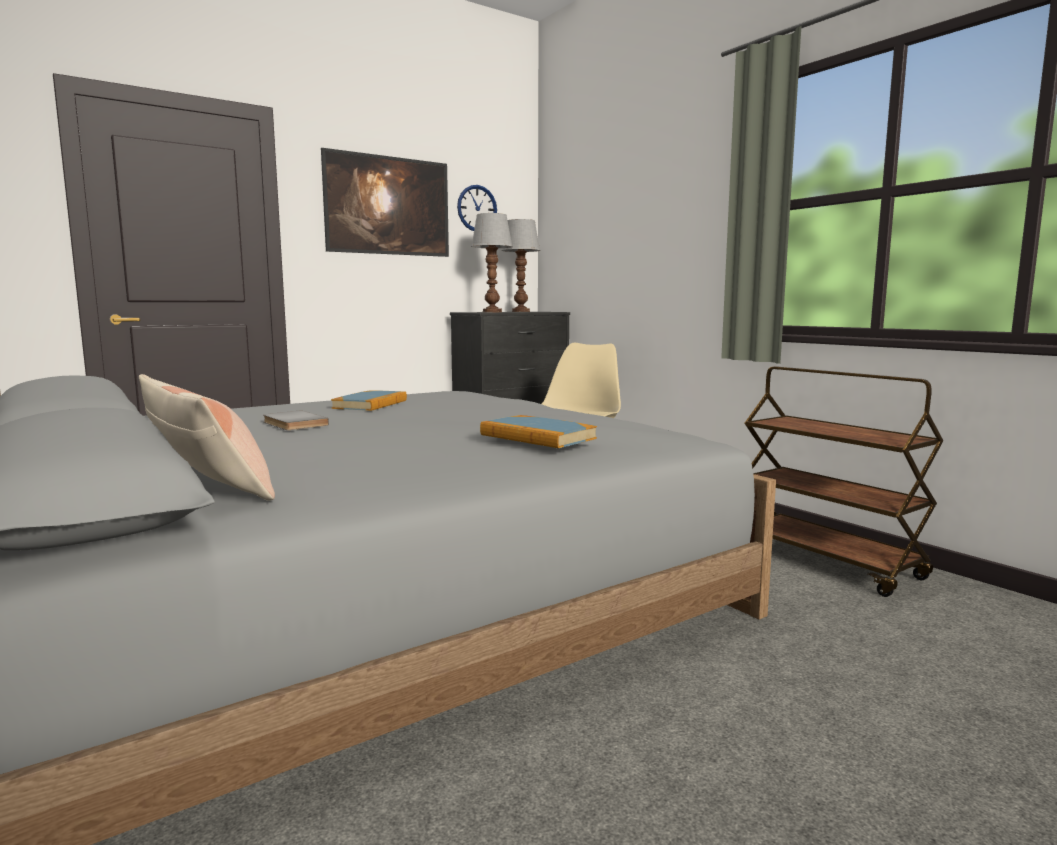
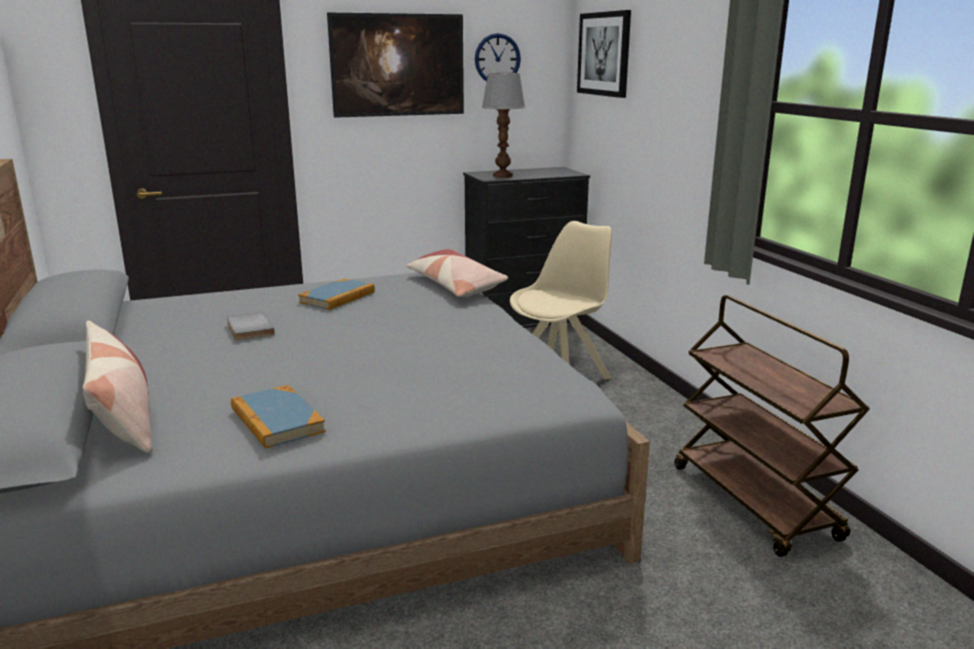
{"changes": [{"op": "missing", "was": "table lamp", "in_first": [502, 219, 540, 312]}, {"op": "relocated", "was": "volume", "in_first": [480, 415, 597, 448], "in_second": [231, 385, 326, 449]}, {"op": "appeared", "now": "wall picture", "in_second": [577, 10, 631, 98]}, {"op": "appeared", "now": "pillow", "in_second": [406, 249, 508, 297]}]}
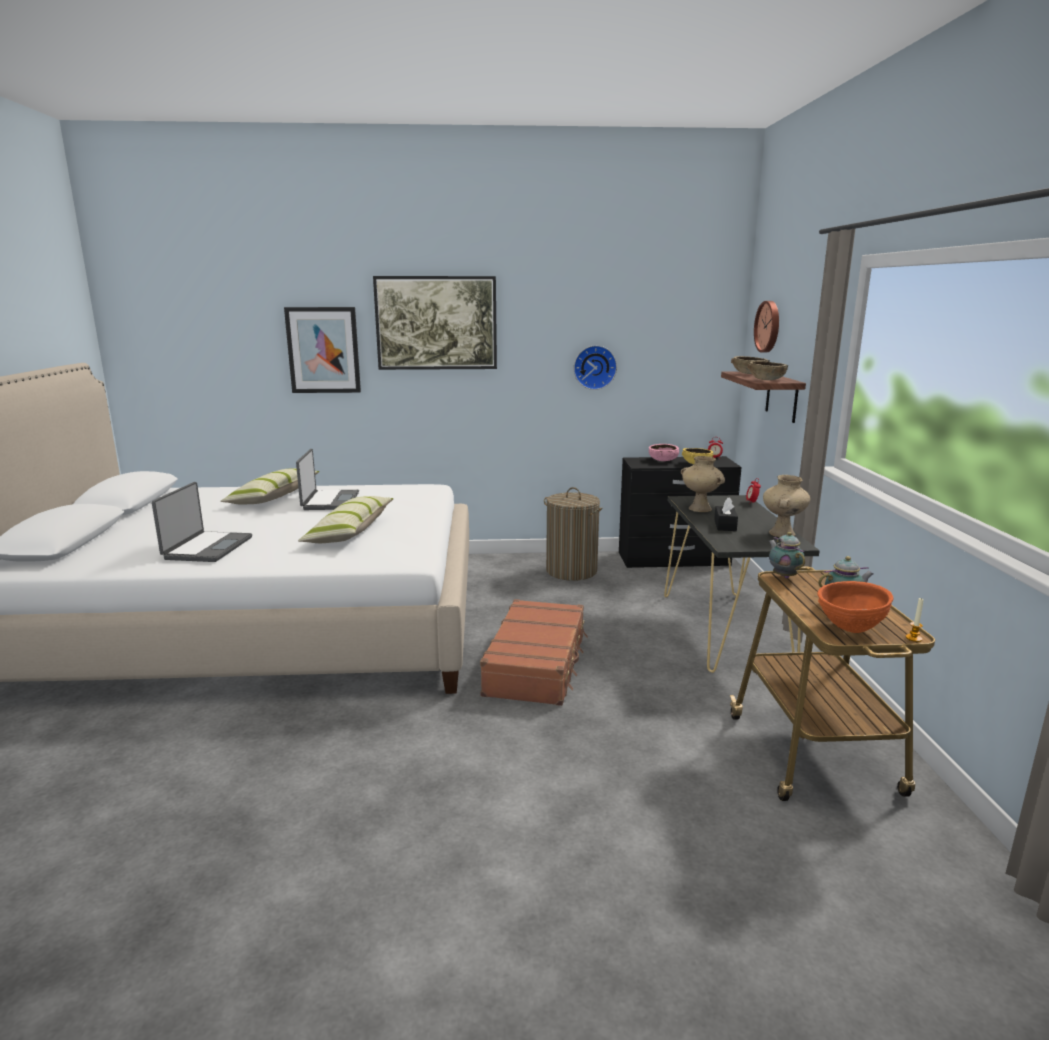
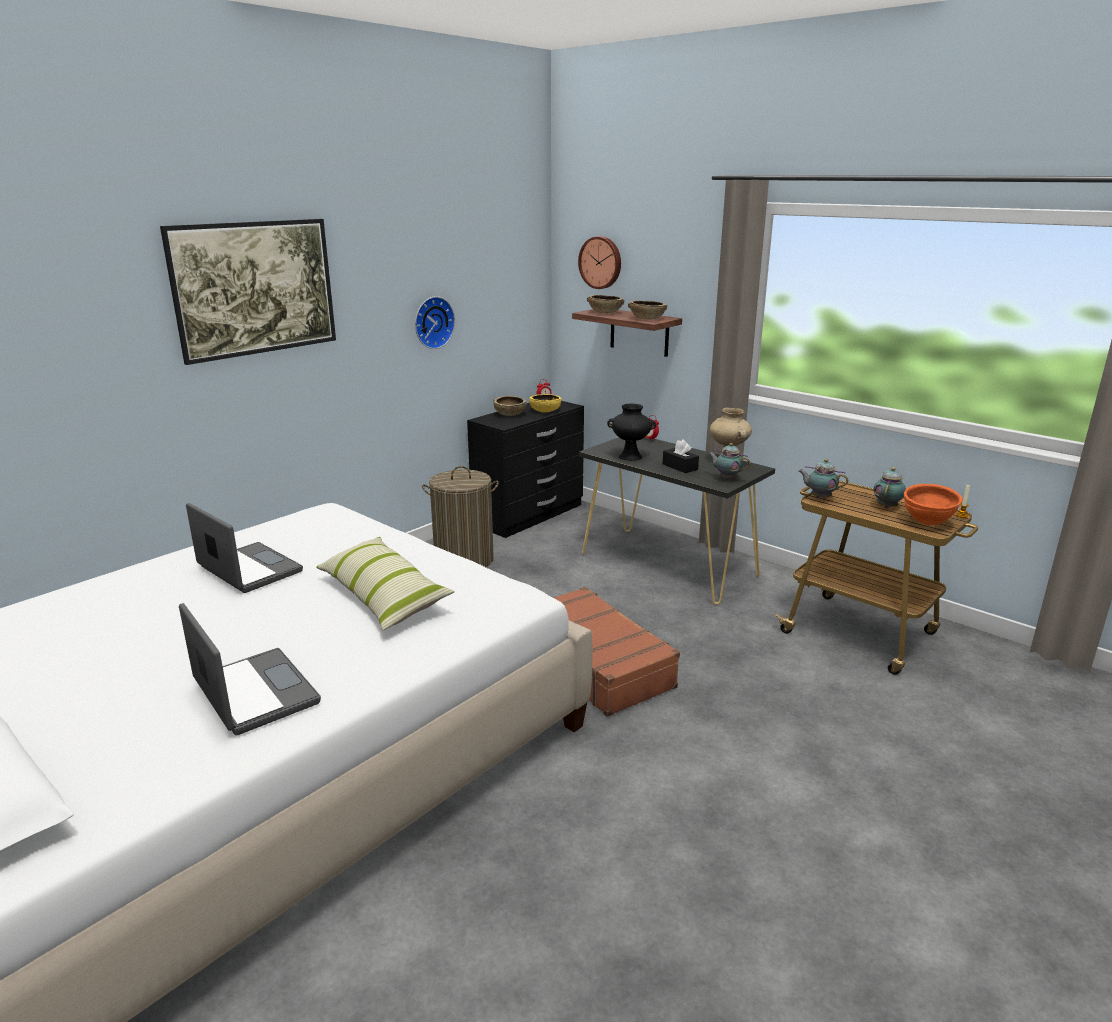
{"changes": [{"op": "missing", "was": "wall picture", "in_first": [284, 307, 361, 393]}, {"op": "colour", "was": "pinkish deep dish", "now": "brown deep dish", "in_first": [649, 444, 679, 461], "in_second": [494, 396, 527, 416]}, {"op": "colour", "was": "sand-coloured decorative vase", "now": "blackish decorative vase", "in_first": [681, 456, 725, 512], "in_second": [607, 404, 656, 461]}, {"op": "missing", "was": "pillow", "in_first": [220, 468, 320, 505]}, {"op": "appeared", "now": "tea pot", "in_second": [708, 443, 751, 480]}]}
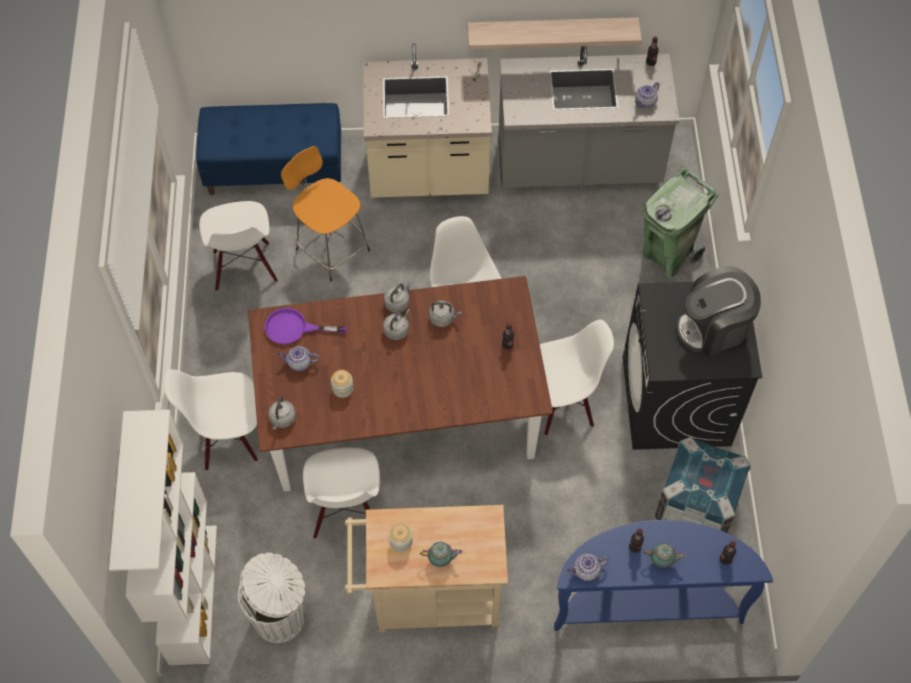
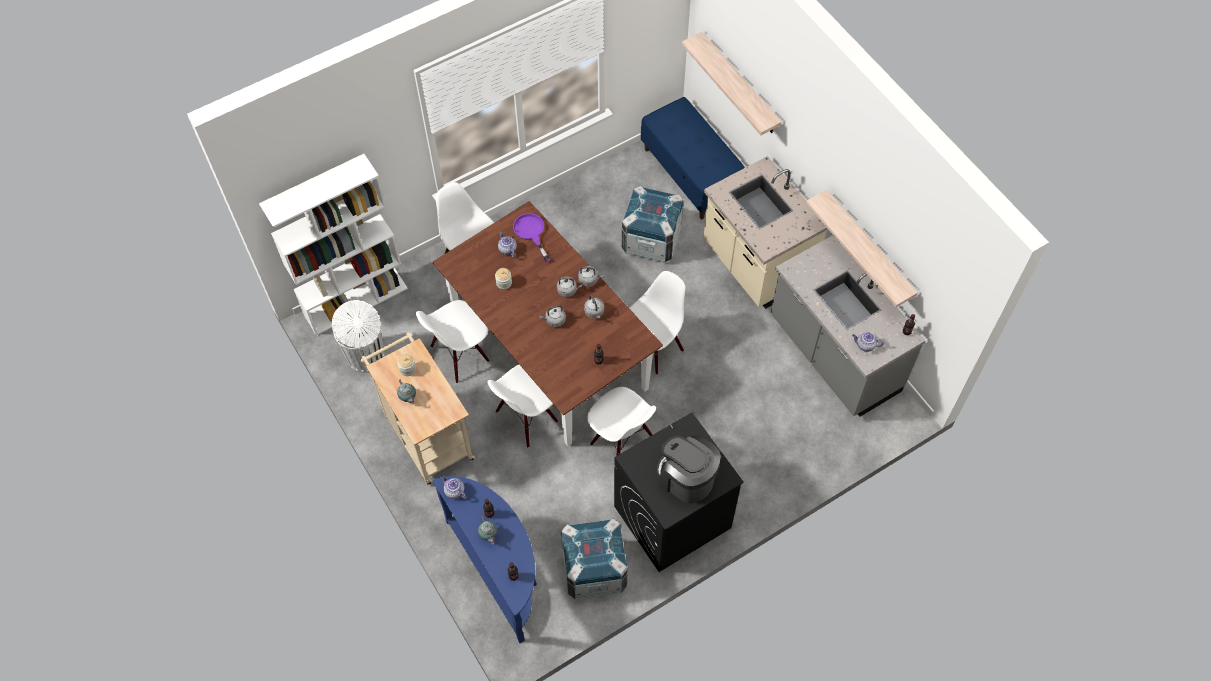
{"changes": [{"op": "exchanged", "was": "orange stool seat", "now": "packing crate", "in_first": [281, 146, 370, 281], "in_second": [622, 186, 684, 263]}, {"op": "missing", "was": "greenish trash can", "in_first": [643, 167, 719, 278]}, {"op": "relocated", "was": "white-coloured plain chair", "in_first": [199, 201, 278, 291], "in_second": [487, 365, 558, 448]}, {"op": "relocated", "was": "gray kettle", "in_first": [269, 396, 296, 429], "in_second": [539, 305, 566, 327]}, {"op": "appeared", "now": "bracket shelf", "in_second": [682, 32, 782, 135]}]}
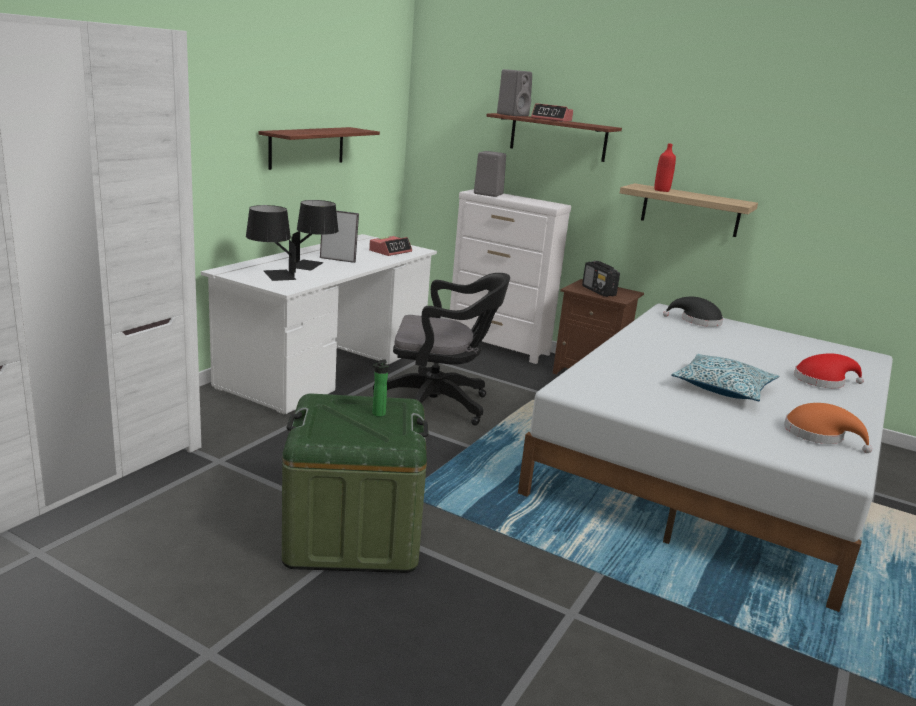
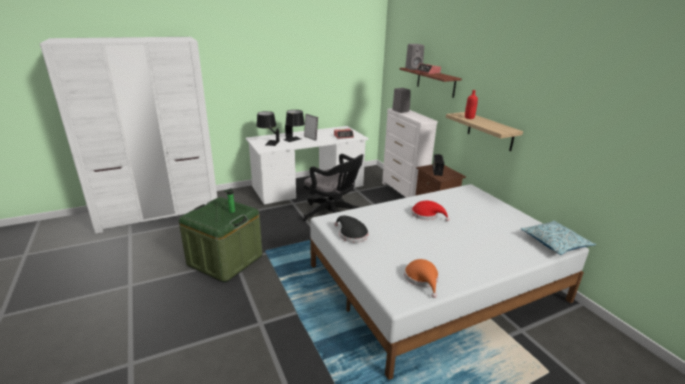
{"changes": [{"op": "missing", "was": "bracket shelf", "in_first": [258, 127, 380, 170]}, {"op": "relocated", "was": "blackish wearable hat", "in_first": [663, 297, 723, 327], "in_second": [334, 216, 368, 243]}, {"op": "relocated", "was": "reddish wearable hat", "in_first": [794, 353, 864, 389], "in_second": [411, 201, 449, 222]}, {"op": "relocated", "was": "pillow", "in_first": [671, 354, 779, 401], "in_second": [521, 221, 596, 255]}]}
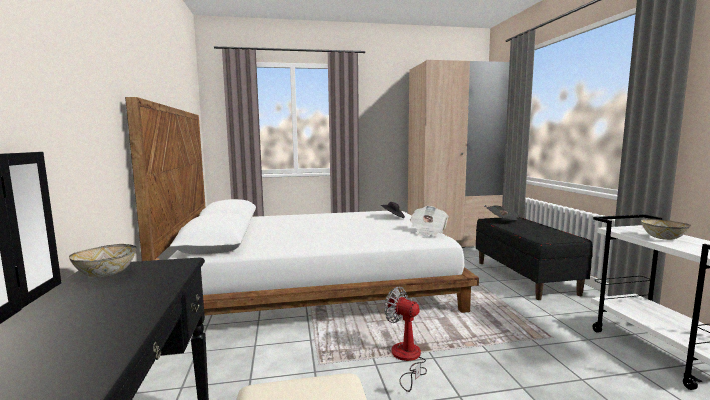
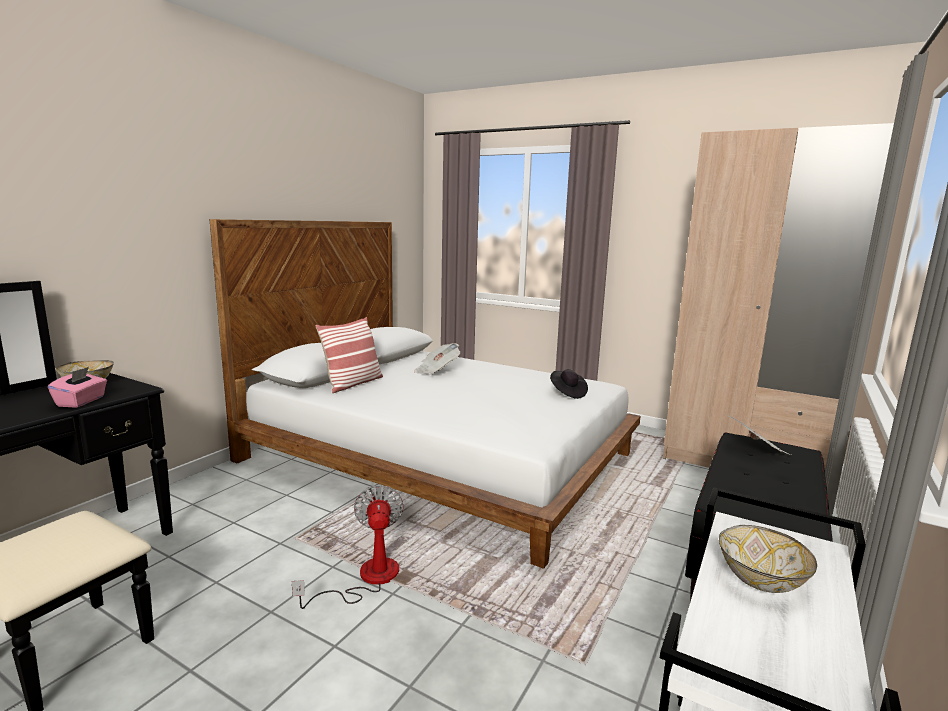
{"changes": [{"op": "relocated", "was": "daily paper", "in_first": [410, 206, 449, 236], "in_second": [414, 343, 460, 374]}, {"op": "appeared", "now": "pillow", "in_second": [316, 317, 383, 393]}, {"op": "appeared", "now": "pinkish box of tissues", "in_second": [48, 367, 107, 408]}]}
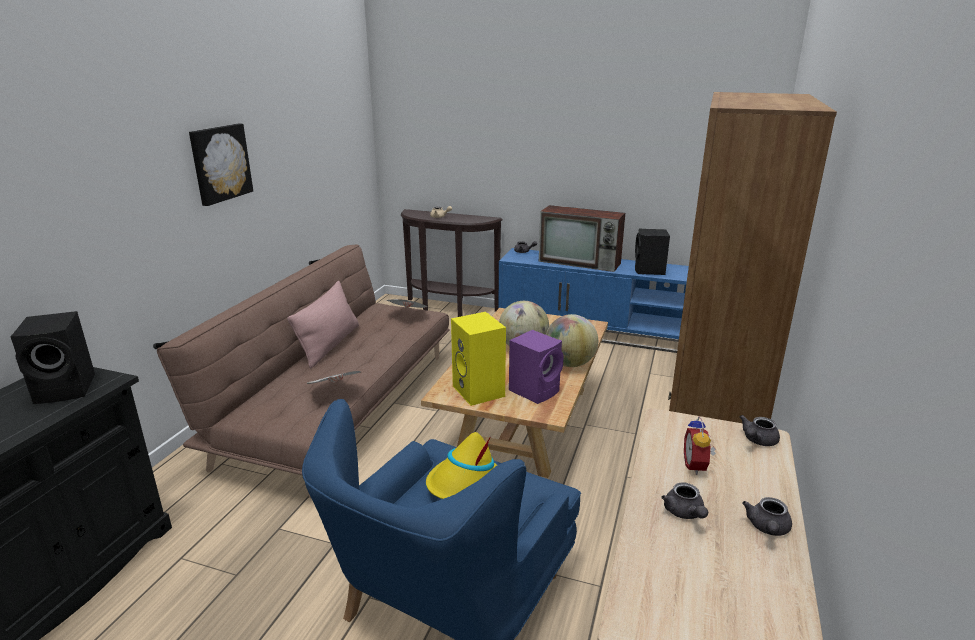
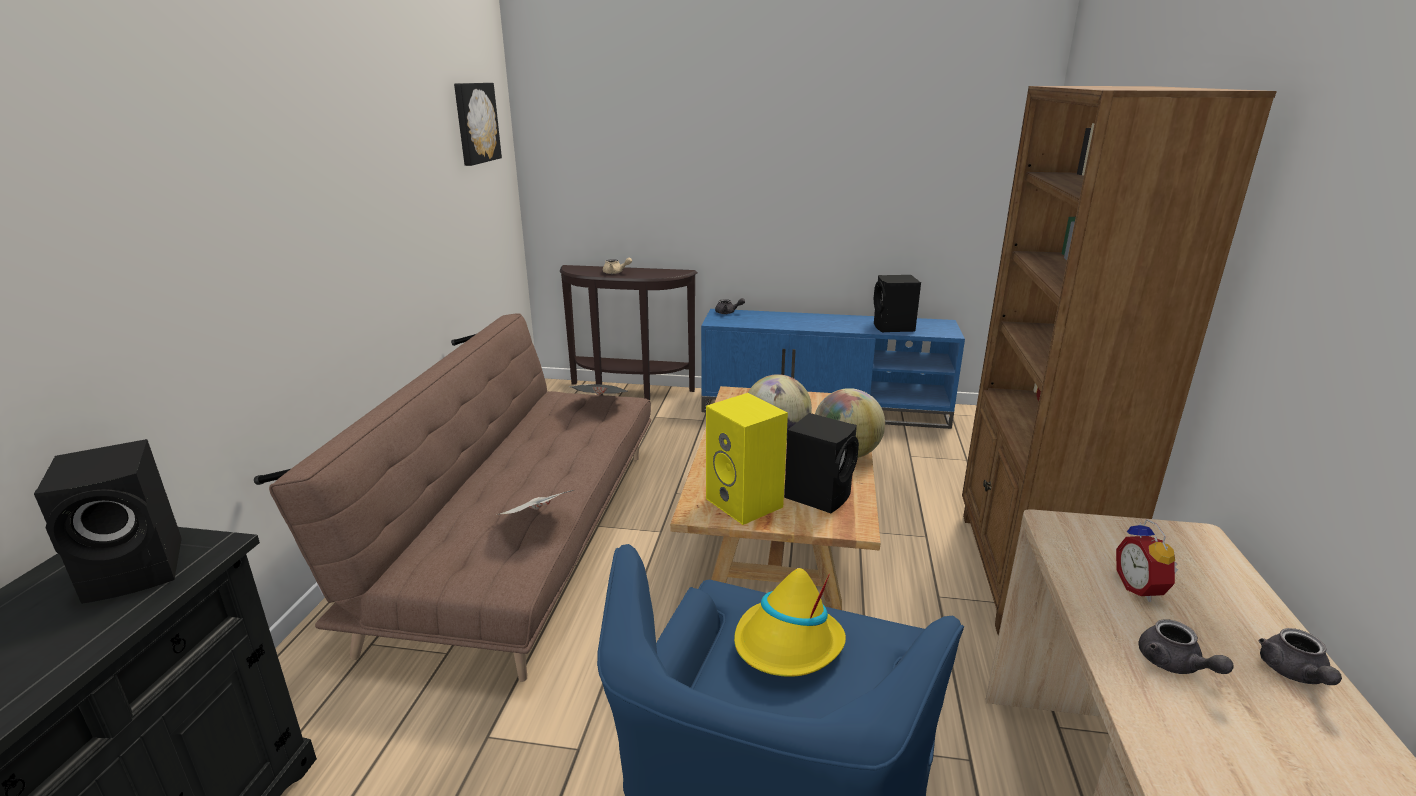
{"changes": [{"op": "relocated", "was": "wall picture", "in_first": [189, 123, 253, 206], "in_second": [454, 83, 502, 166]}, {"op": "missing", "was": "TV", "in_first": [539, 205, 625, 272]}, {"op": "missing", "was": "pinkish pillow", "in_first": [287, 281, 359, 368]}, {"op": "colour", "was": "purple speaker", "now": "blackish speaker", "in_first": [509, 330, 564, 404], "in_second": [784, 413, 859, 513]}, {"op": "missing", "was": "gray tea pot", "in_first": [740, 415, 780, 446]}]}
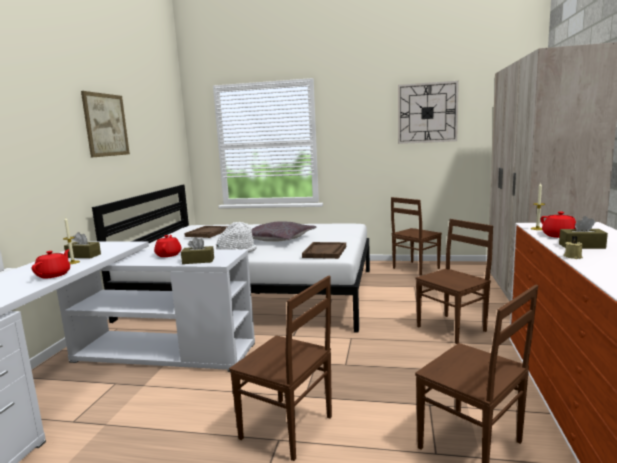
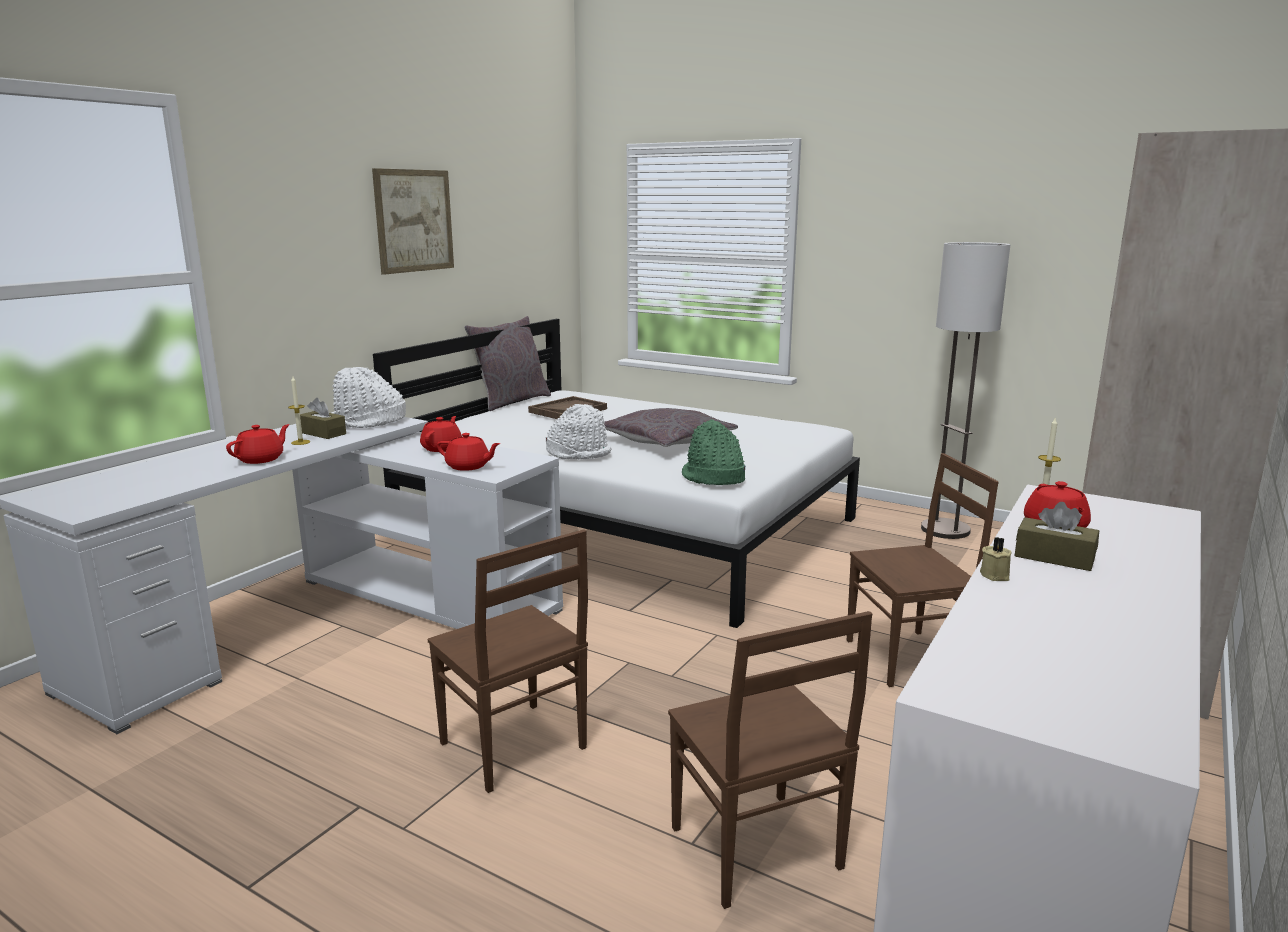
{"changes": [{"op": "missing", "was": "hanging clock", "in_first": [398, 81, 459, 144]}, {"op": "exchanged", "was": "brown plain chair", "now": "standard lamp", "in_first": [391, 197, 442, 276], "in_second": [921, 242, 1010, 539]}, {"op": "exchanged", "was": "brown box of tissues", "now": "reddish tea pot", "in_first": [181, 237, 214, 264], "in_second": [437, 433, 501, 471]}, {"op": "exchanged", "was": "brown carrying tray", "now": "greenish wearable hat", "in_first": [302, 242, 346, 259], "in_second": [682, 419, 745, 485]}, {"op": "appeared", "now": "gray pillow", "in_second": [464, 316, 551, 411]}, {"op": "appeared", "now": "white-coloured wearable hat", "in_second": [331, 367, 406, 428]}]}
